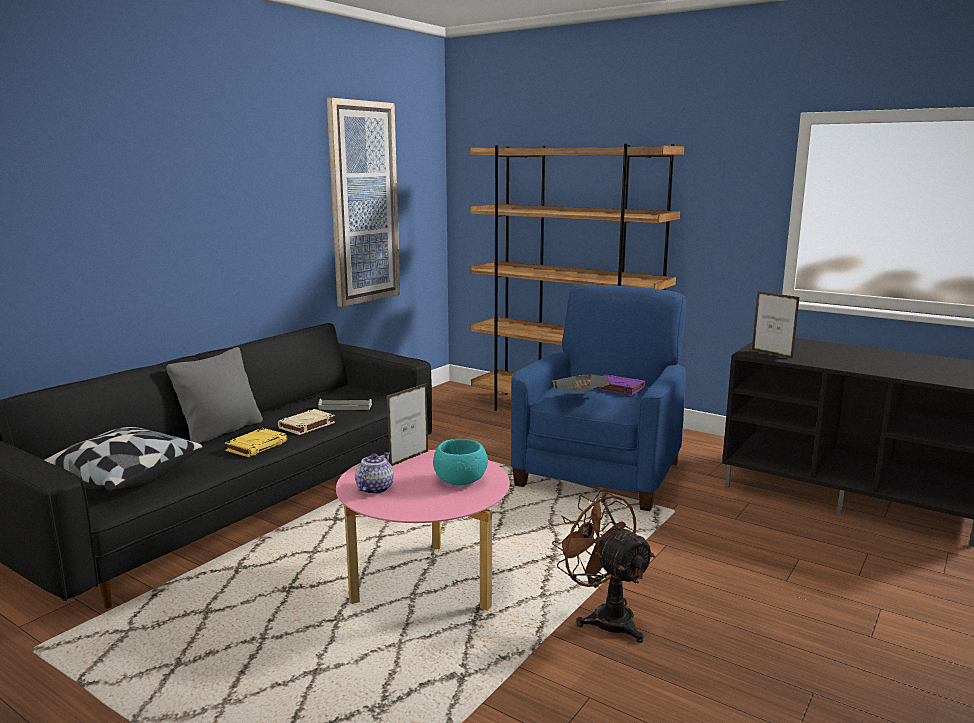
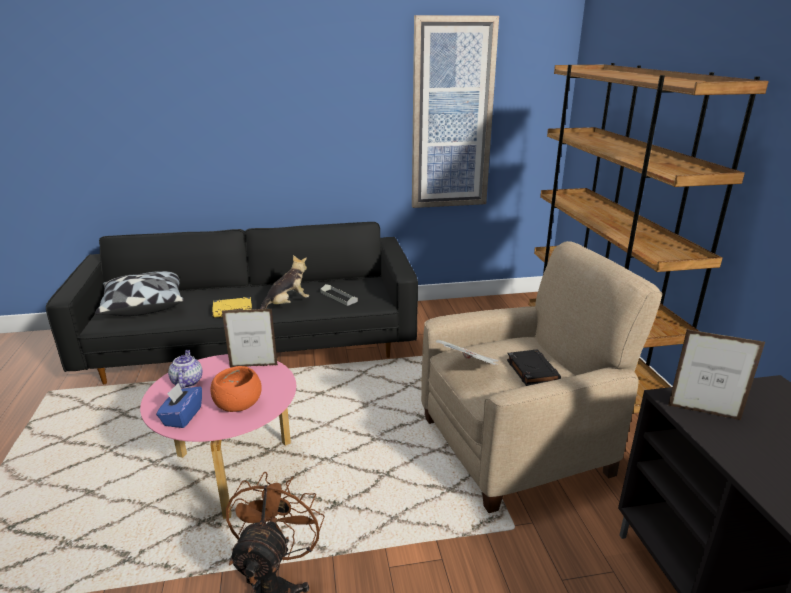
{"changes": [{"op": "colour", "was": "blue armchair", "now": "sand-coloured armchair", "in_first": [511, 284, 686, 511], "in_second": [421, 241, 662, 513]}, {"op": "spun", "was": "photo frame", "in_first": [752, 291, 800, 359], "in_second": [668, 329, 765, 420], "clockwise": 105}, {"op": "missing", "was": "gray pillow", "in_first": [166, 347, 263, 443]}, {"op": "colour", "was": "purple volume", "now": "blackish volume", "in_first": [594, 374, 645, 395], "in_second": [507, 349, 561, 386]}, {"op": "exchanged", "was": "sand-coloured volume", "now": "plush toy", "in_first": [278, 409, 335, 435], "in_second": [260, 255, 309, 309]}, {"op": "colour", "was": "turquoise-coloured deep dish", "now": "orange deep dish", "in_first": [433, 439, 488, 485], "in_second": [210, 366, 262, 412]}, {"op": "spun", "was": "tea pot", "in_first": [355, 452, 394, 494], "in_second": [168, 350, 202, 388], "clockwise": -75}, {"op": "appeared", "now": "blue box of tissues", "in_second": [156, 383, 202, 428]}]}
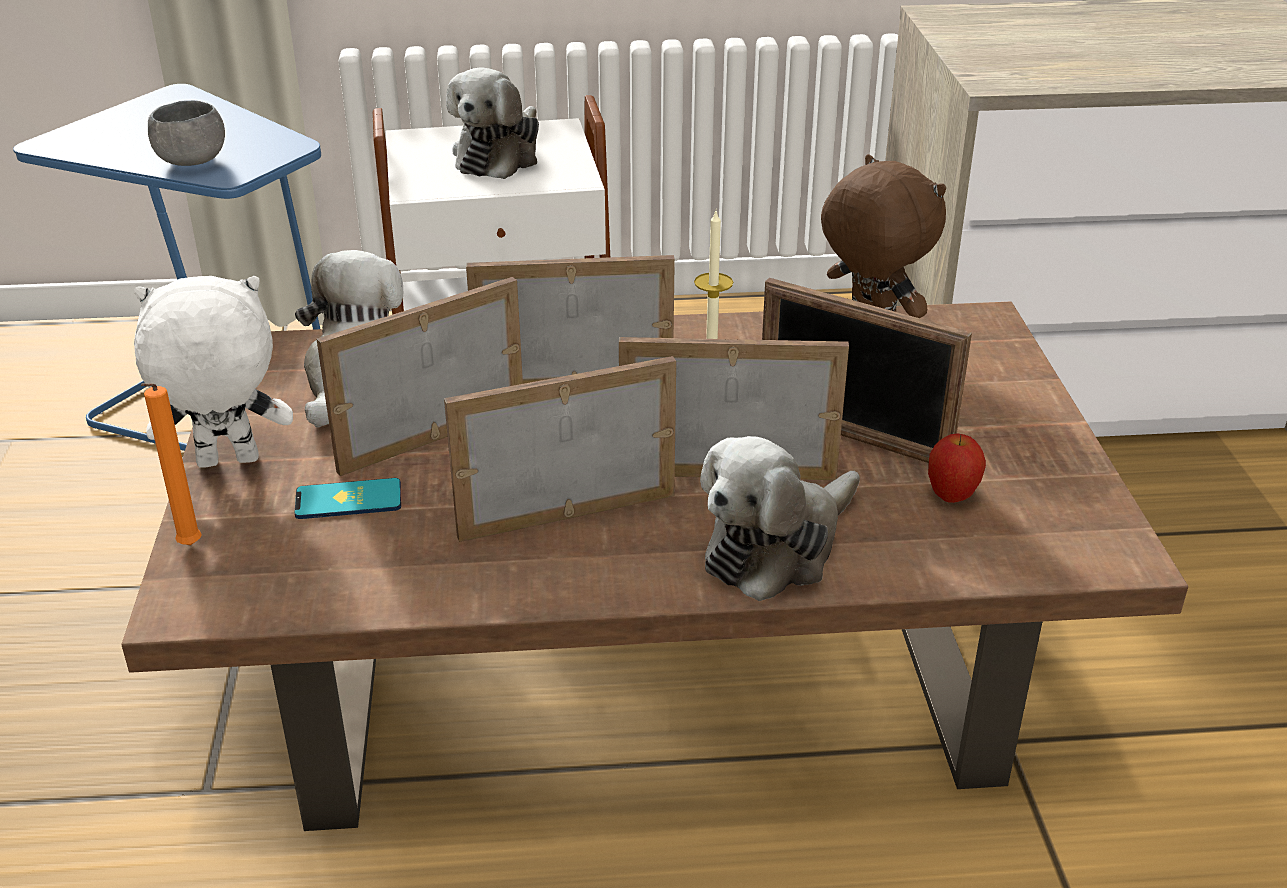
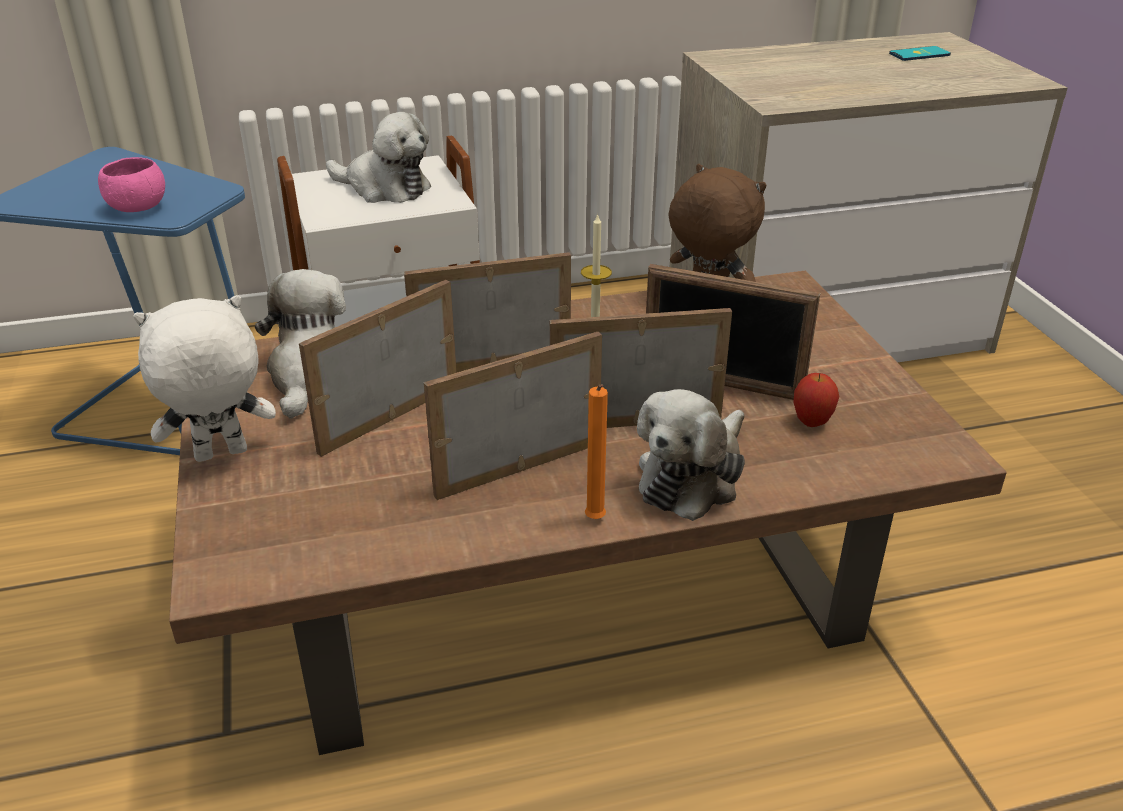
{"changes": [{"op": "spun", "was": "plush toy", "in_first": [446, 67, 539, 179], "in_second": [326, 112, 431, 203], "clockwise": -75}, {"op": "colour", "was": "gray deep dish", "now": "pinkish deep dish", "in_first": [148, 100, 225, 166], "in_second": [98, 157, 165, 212]}, {"op": "relocated", "was": "orange candle", "in_first": [141, 383, 202, 545], "in_second": [585, 384, 608, 519]}, {"op": "relocated", "was": "phone", "in_first": [295, 478, 401, 519], "in_second": [889, 46, 951, 61]}]}
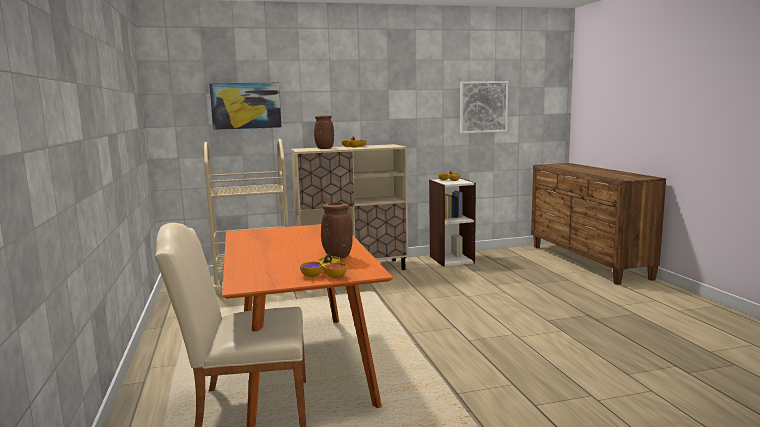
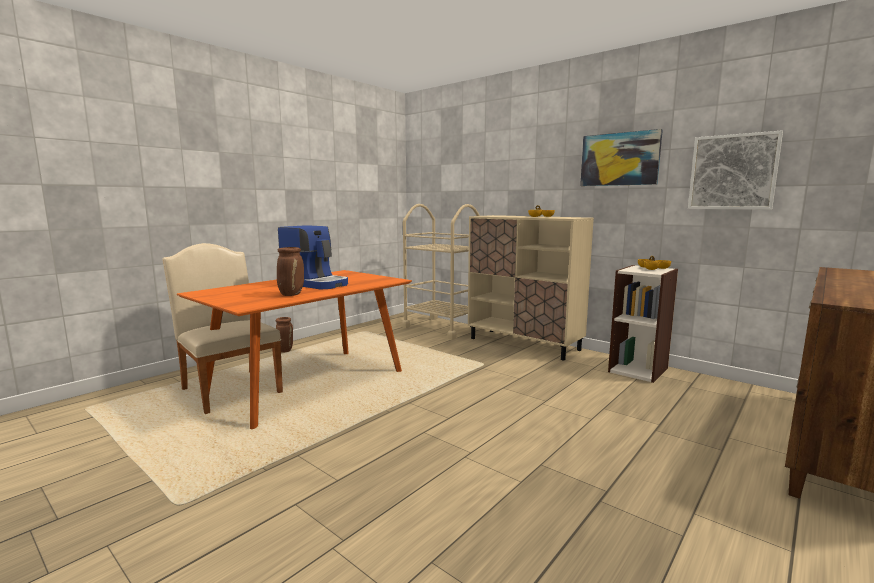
{"changes": [{"op": "relocated", "was": "wall picture", "in_first": [209, 82, 281, 130], "in_second": [580, 129, 663, 186]}, {"op": "relocated", "was": "brown decorative vase", "in_first": [314, 115, 334, 149], "in_second": [276, 317, 293, 353]}, {"op": "missing", "was": "deep dish", "in_first": [300, 254, 347, 278]}, {"op": "appeared", "now": "coffee brewer", "in_second": [278, 225, 348, 290]}]}
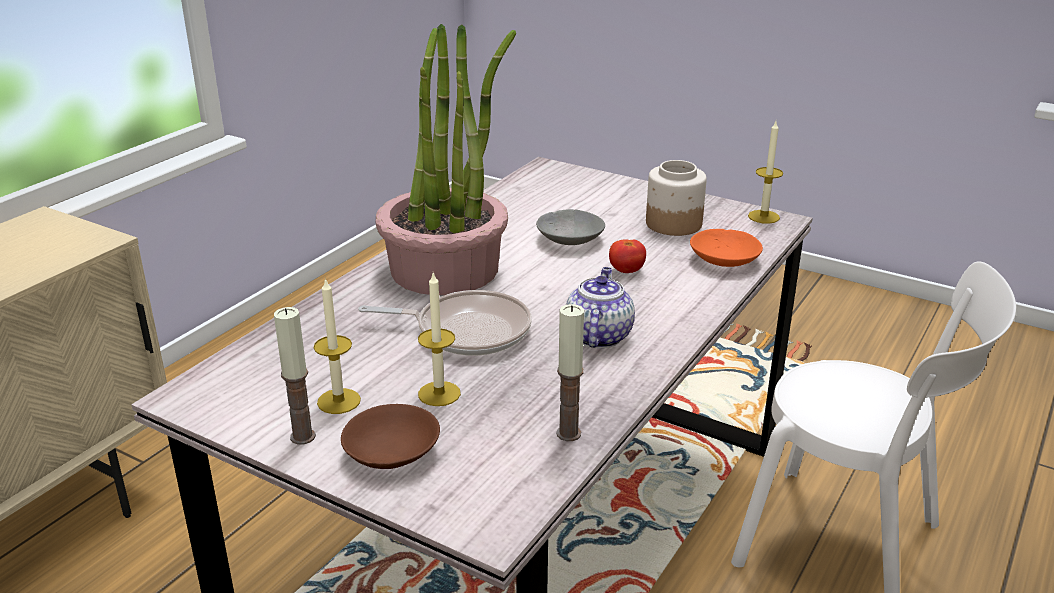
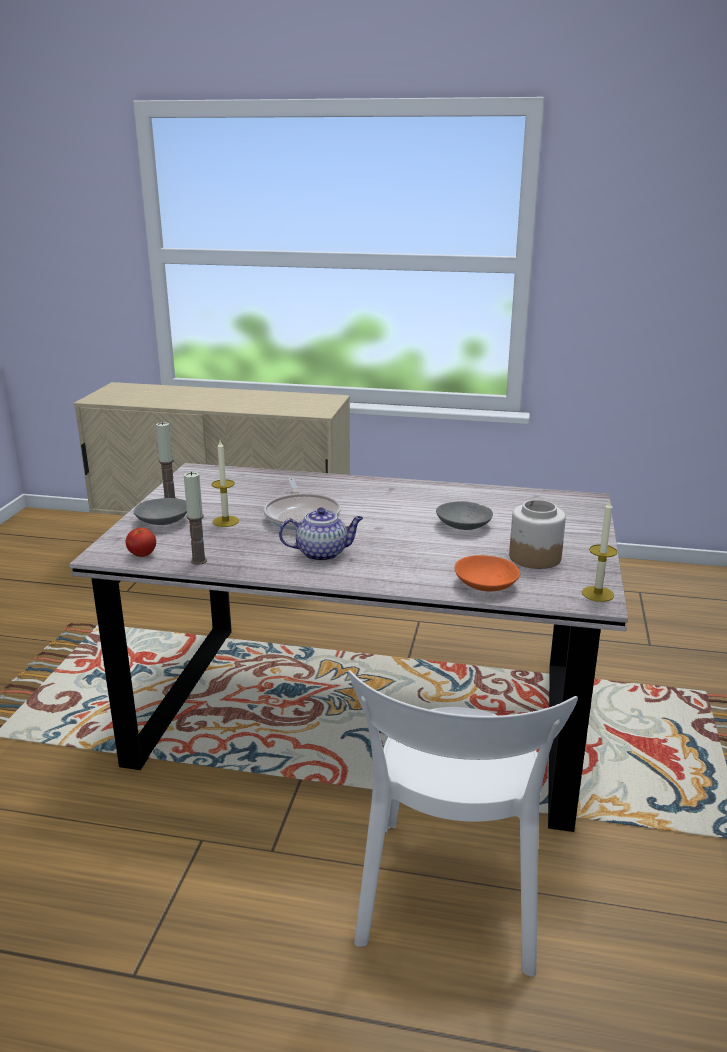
{"changes": [{"op": "missing", "was": "potted plant", "in_first": [376, 24, 516, 295]}, {"op": "relocated", "was": "fresh tomato", "in_first": [609, 240, 646, 273], "in_second": [126, 528, 156, 557]}, {"op": "missing", "was": "candle", "in_first": [314, 278, 361, 414]}, {"op": "colour", "was": "brown deep dish", "now": "gray deep dish", "in_first": [341, 404, 440, 469], "in_second": [133, 498, 187, 525]}]}
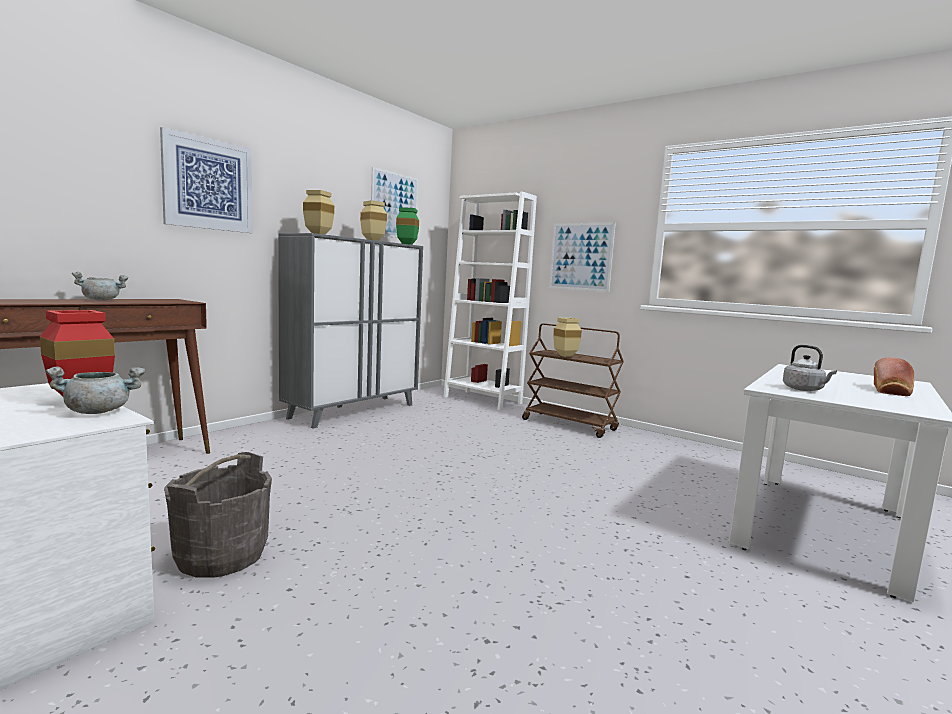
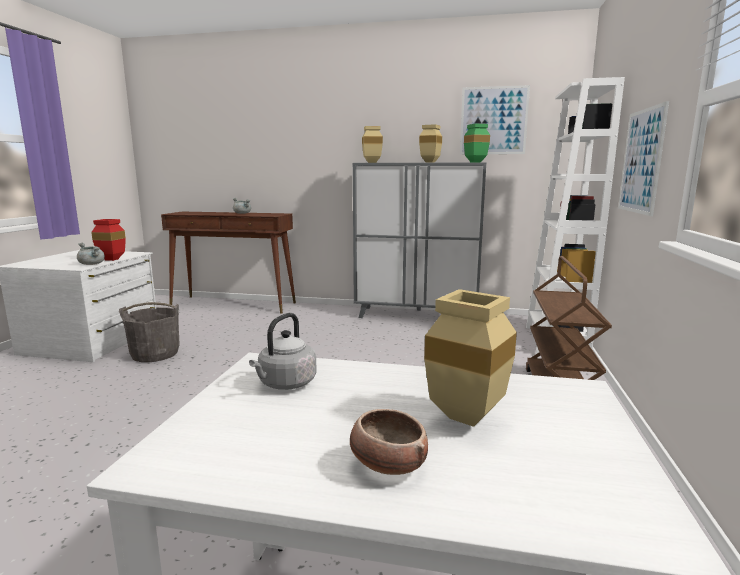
{"changes": [{"op": "missing", "was": "wall picture", "in_first": [160, 127, 253, 233]}, {"op": "relocated", "was": "sand-coloured decorative vase", "in_first": [553, 318, 582, 357], "in_second": [424, 289, 517, 427]}, {"op": "exchanged", "was": "bakery bread", "now": "deep dish", "in_first": [874, 357, 914, 396], "in_second": [350, 409, 428, 475]}]}
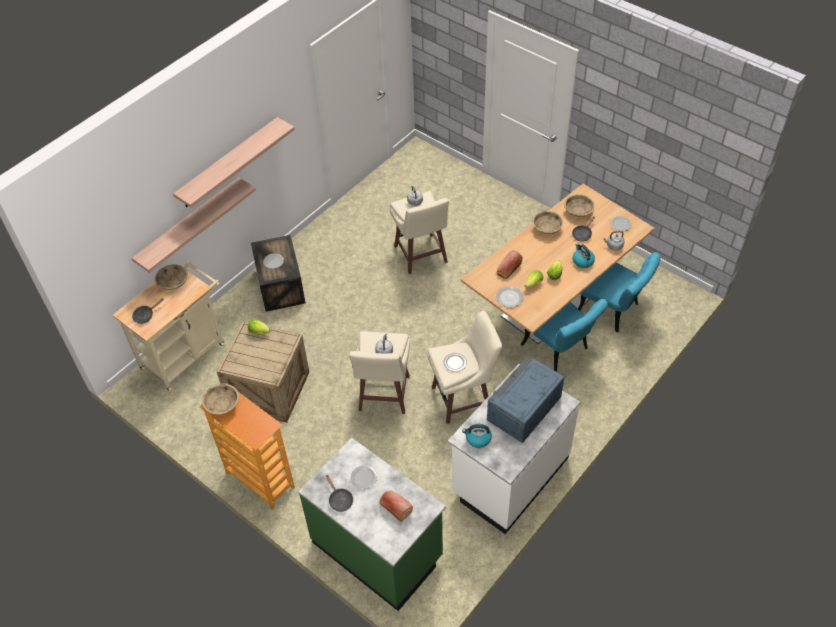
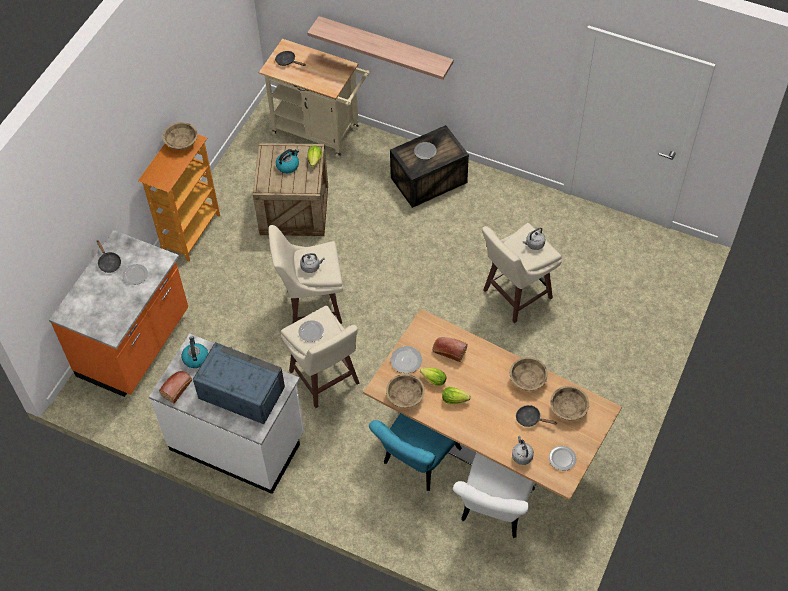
{"changes": [{"op": "missing", "was": "bracket shelf", "in_first": [173, 117, 295, 207]}, {"op": "relocated", "was": "kettle", "in_first": [573, 244, 595, 268], "in_second": [276, 149, 299, 173]}, {"op": "colour", "was": "turquoise-coloured plain chair", "now": "white-coloured plain chair", "in_first": [578, 252, 660, 332], "in_second": [453, 453, 535, 538]}, {"op": "relocated", "was": "sand-coloured deep dish", "in_first": [155, 264, 187, 290], "in_second": [386, 374, 425, 408]}, {"op": "colour", "was": "greenish counter", "now": "orange counter", "in_first": [298, 438, 446, 611], "in_second": [49, 230, 188, 397]}, {"op": "spun", "was": "blackish pan", "in_first": [326, 475, 353, 512], "in_second": [96, 240, 121, 273], "clockwise": -75}, {"op": "relocated", "was": "bakery bread", "in_first": [379, 491, 413, 522], "in_second": [159, 371, 192, 404]}]}
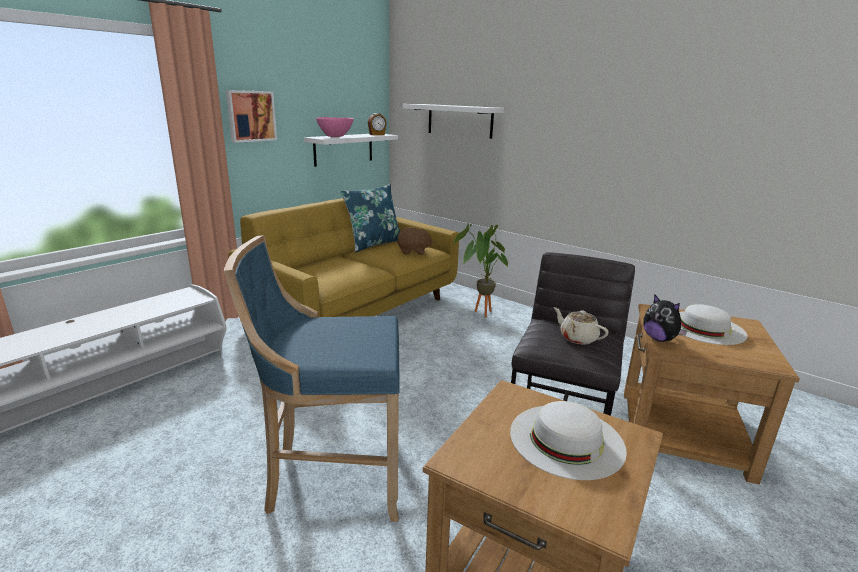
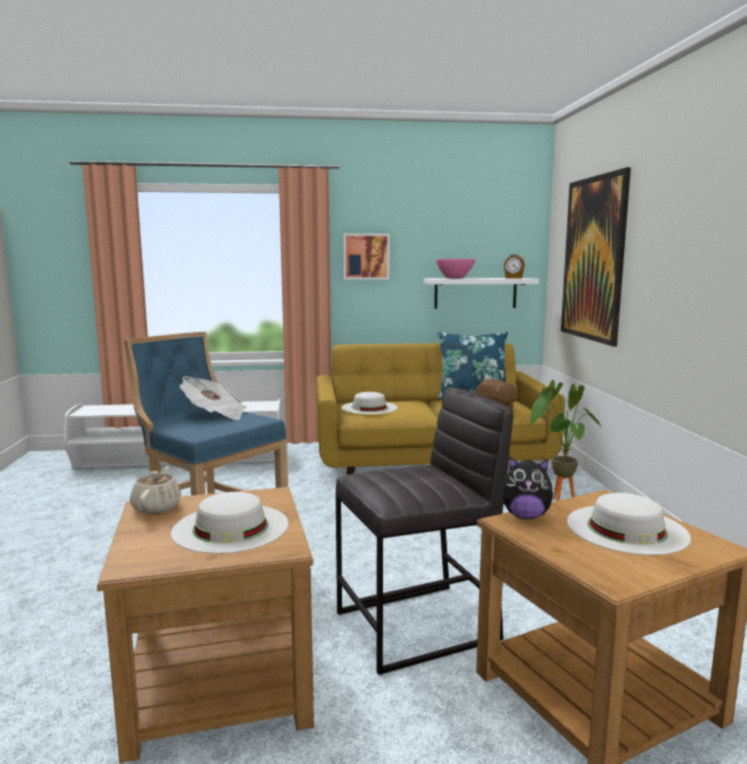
{"changes": [{"op": "exchanged", "was": "white-coloured bracket shelf", "now": "wall picture", "in_first": [403, 104, 504, 139], "in_second": [561, 167, 631, 346]}, {"op": "spun", "was": "plush toy", "in_first": [643, 294, 687, 342], "in_second": [501, 457, 556, 519], "clockwise": -90}, {"op": "relocated", "was": "sand-coloured tea pot", "in_first": [553, 307, 609, 344], "in_second": [130, 466, 181, 514]}, {"op": "appeared", "now": "daily paper", "in_second": [180, 376, 246, 420]}, {"op": "appeared", "now": "white-coloured wearable hat", "in_second": [342, 392, 397, 414]}]}
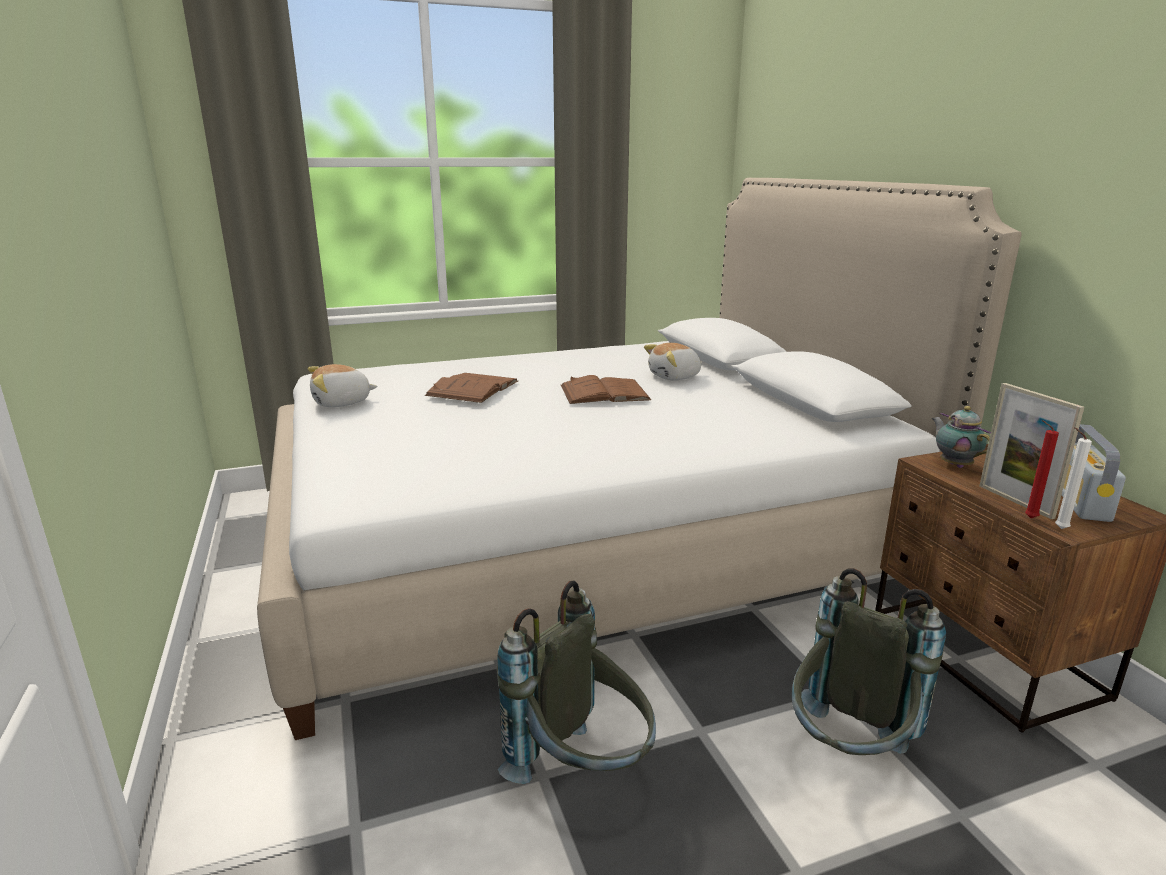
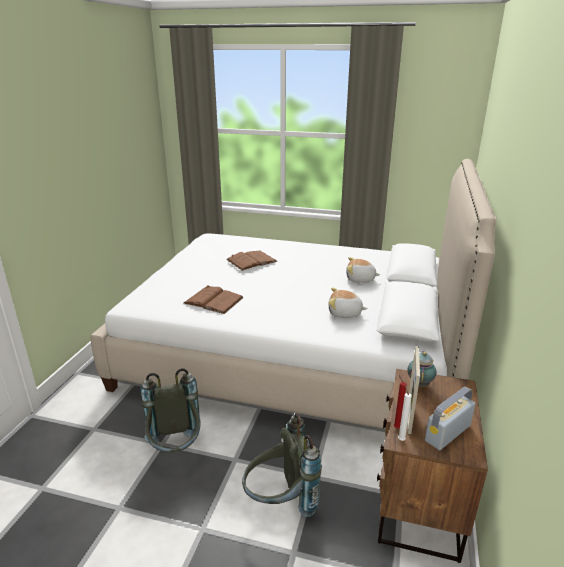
{"changes": [{"op": "relocated", "was": "plush toy", "in_first": [308, 364, 378, 407], "in_second": [329, 288, 368, 318]}, {"op": "relocated", "was": "brown volume", "in_first": [561, 375, 651, 404], "in_second": [183, 285, 244, 314]}]}
